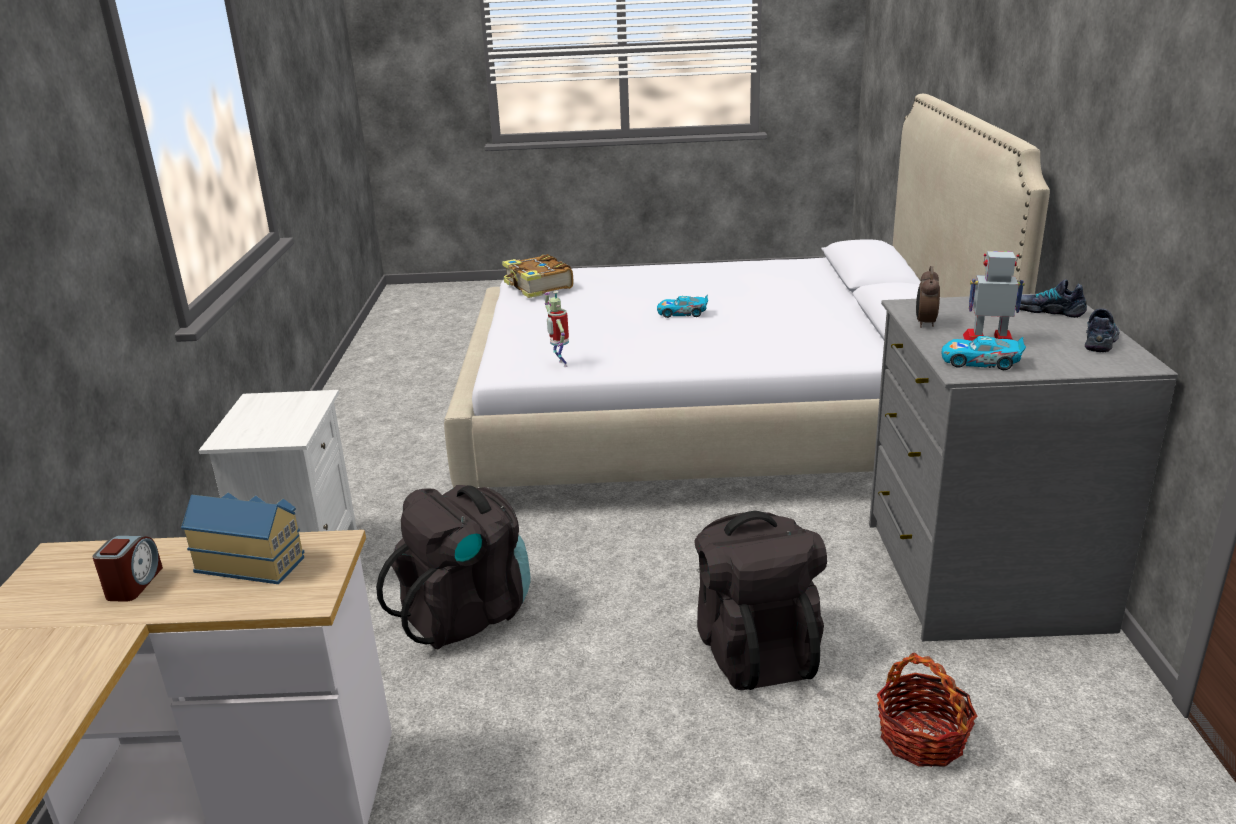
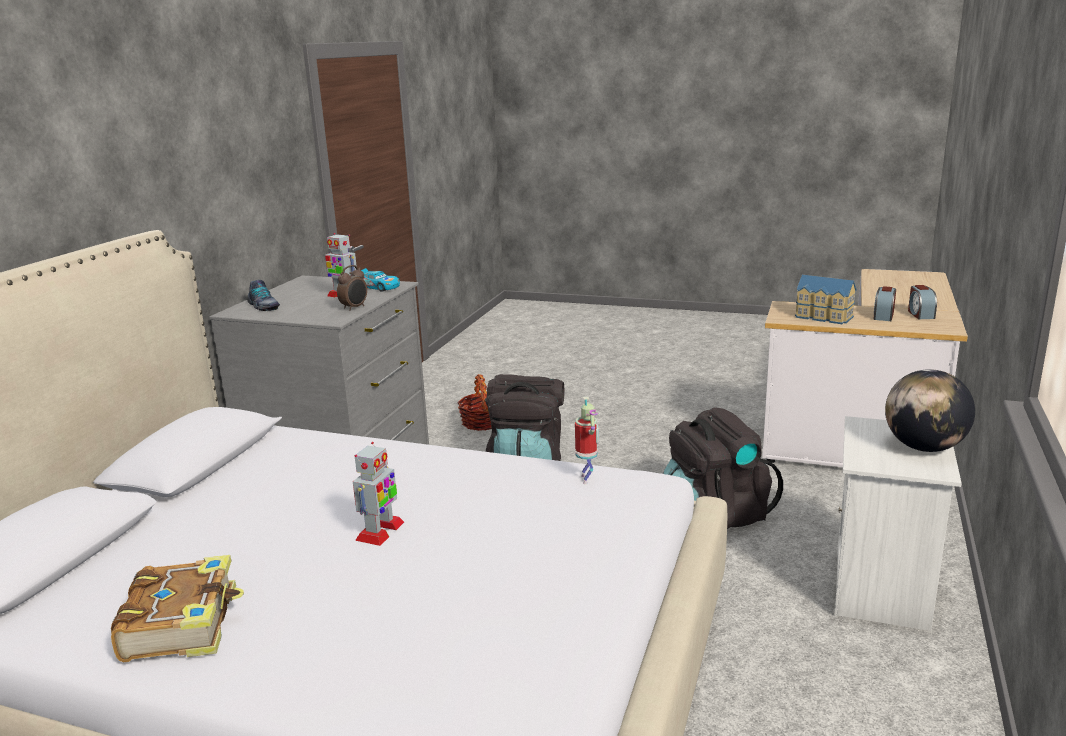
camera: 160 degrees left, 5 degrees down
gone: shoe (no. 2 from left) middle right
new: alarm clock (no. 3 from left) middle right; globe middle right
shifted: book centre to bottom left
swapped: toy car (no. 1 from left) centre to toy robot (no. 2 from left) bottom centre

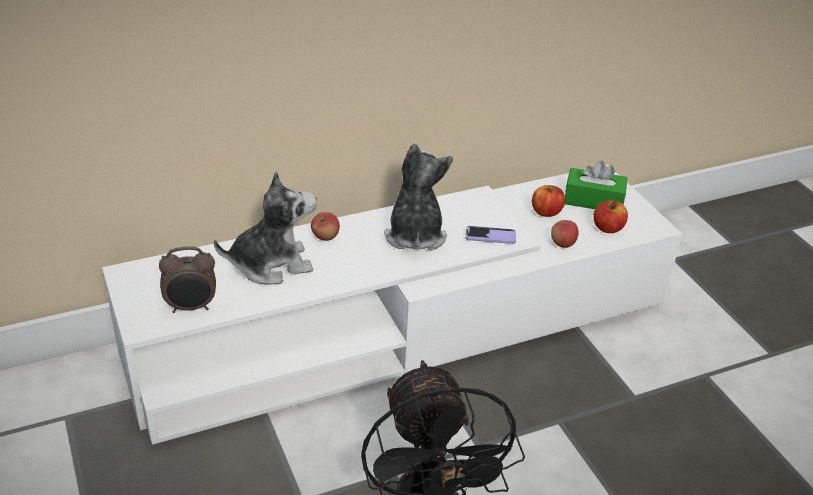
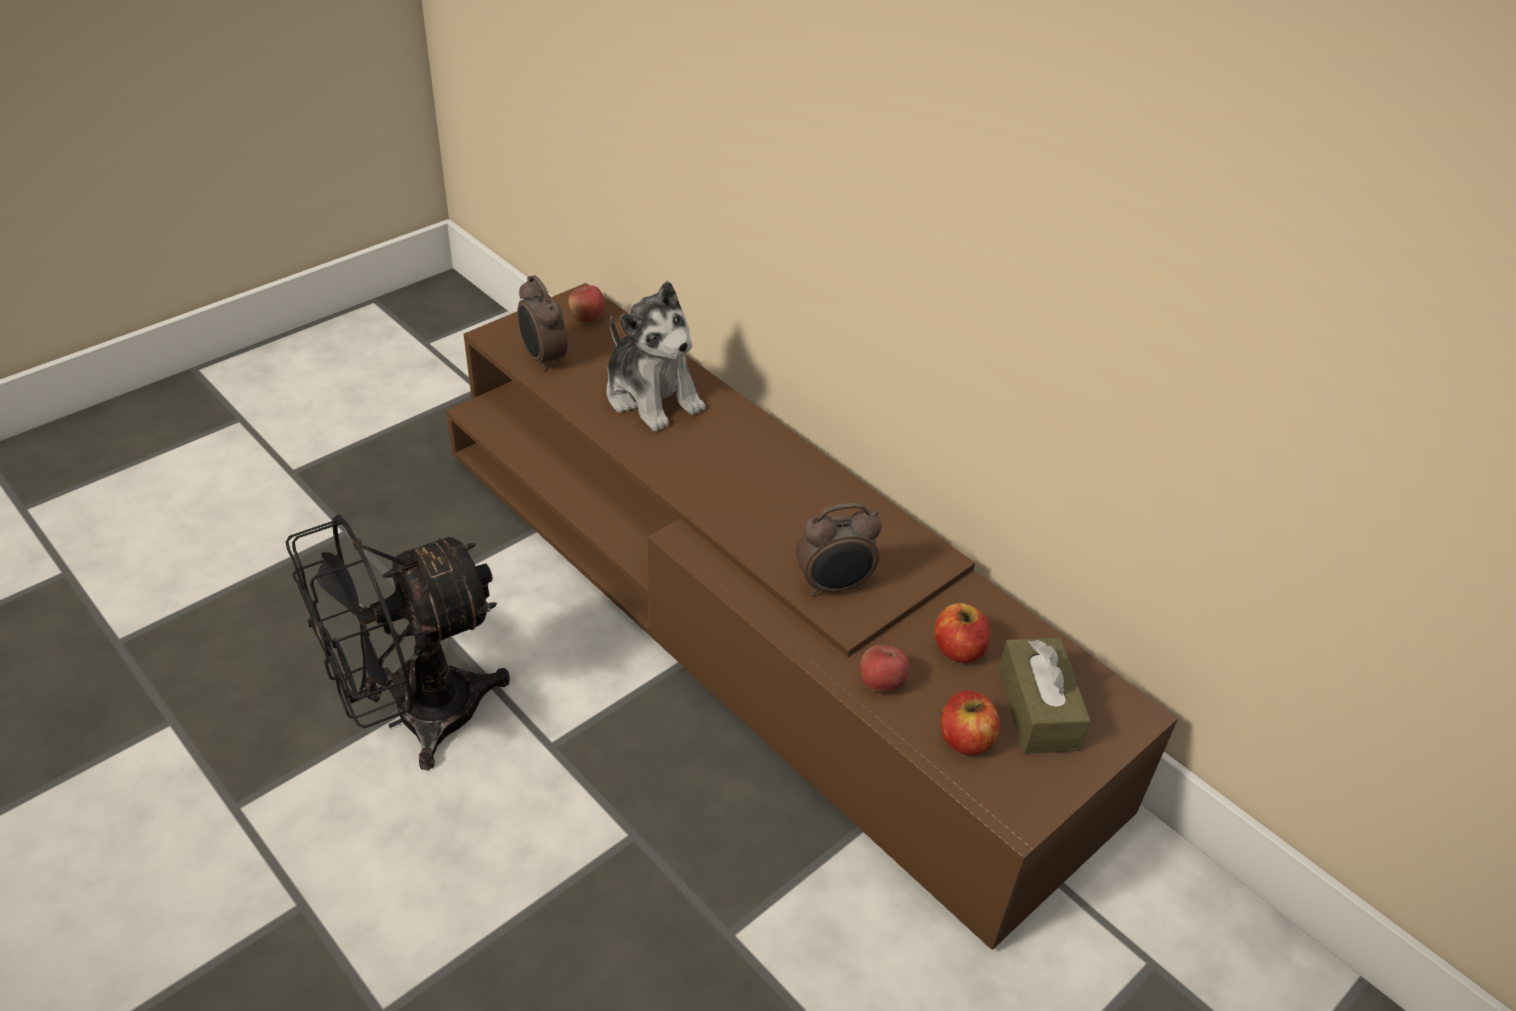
camera: 70 degrees right, 5 degrees up
gone: plush toy (no. 2 from left) centre
shifted: apple (no. 1 from left) centre to top centre
swapped: phone centre to alarm clock (no. 2 from left) centre
repainted: tissue box (green) middle right to tissue box (brown) bottom right; tv stand (white) centre to tv stand (brown) centre

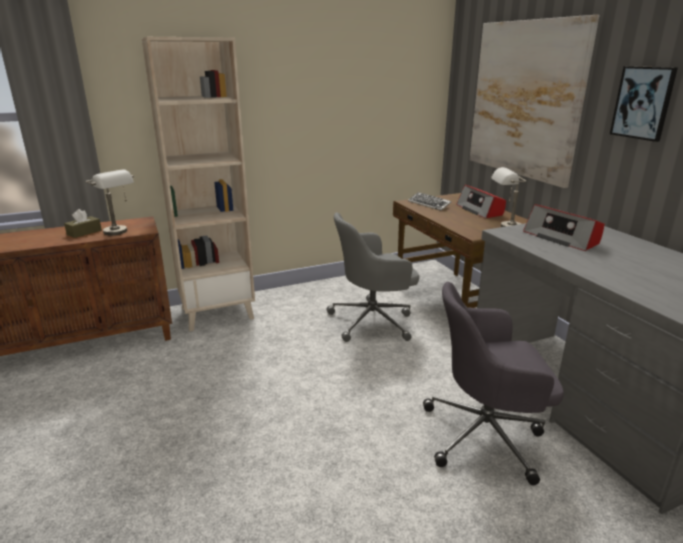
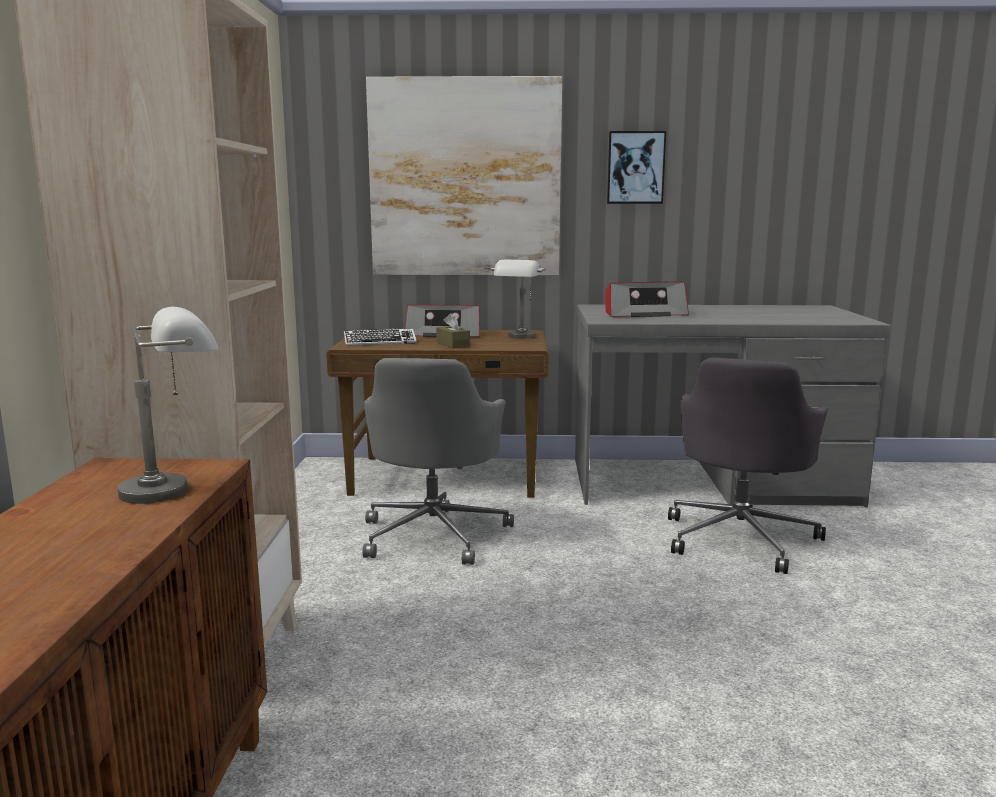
camera: 65 degrees left, 10 degrees down
shifted: tissue box (brown) middle left to centre

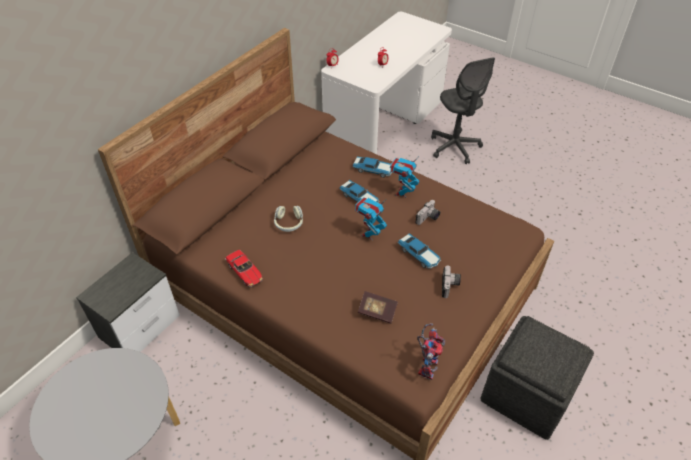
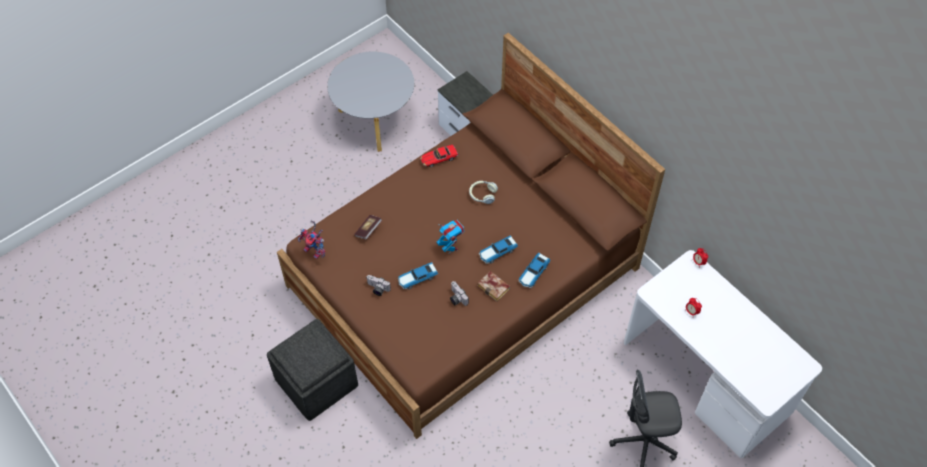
camera: 105 degrees right, 10 degrees up
swapped: toy robot (no. 2 from left) centre to book (no. 2 from left) centre

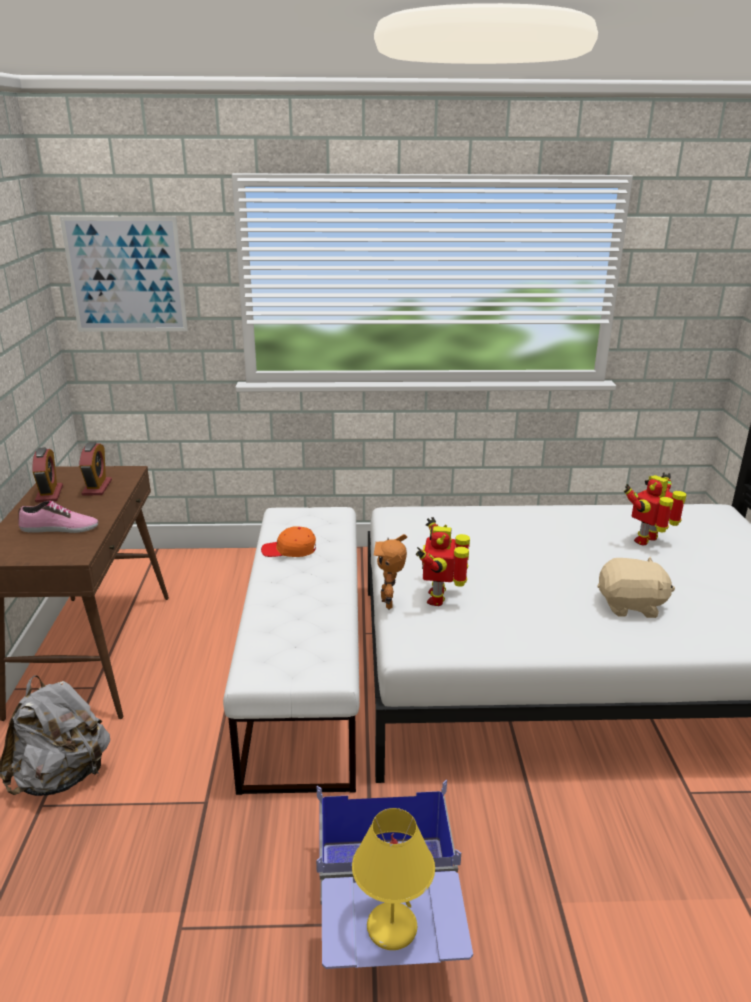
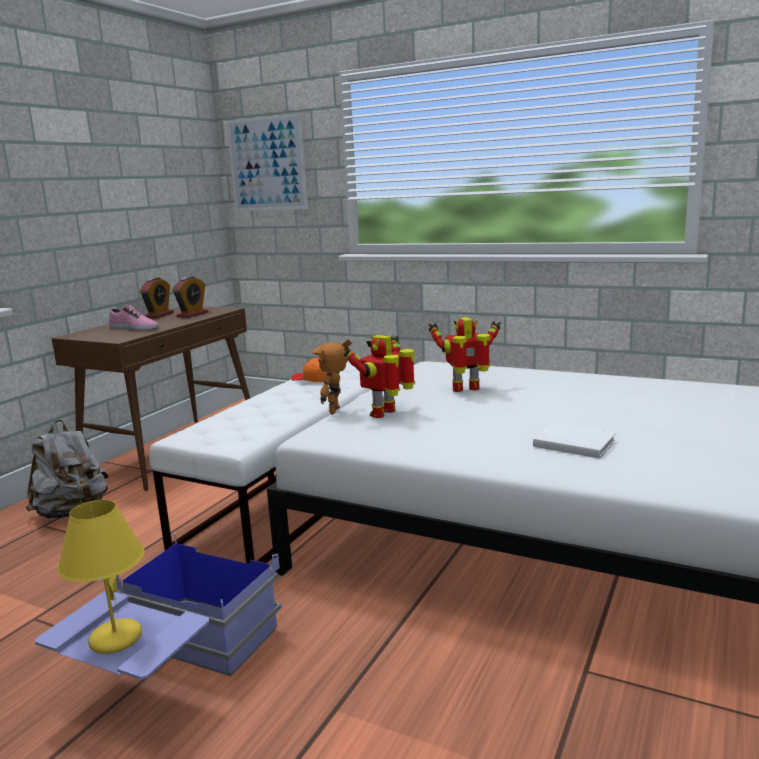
camera: 30 degrees right, 10 degrees down
shifted: toy robot (no. 3 from left) middle right to centre
swapped: plush toy (beige) middle right to book (white) middle right

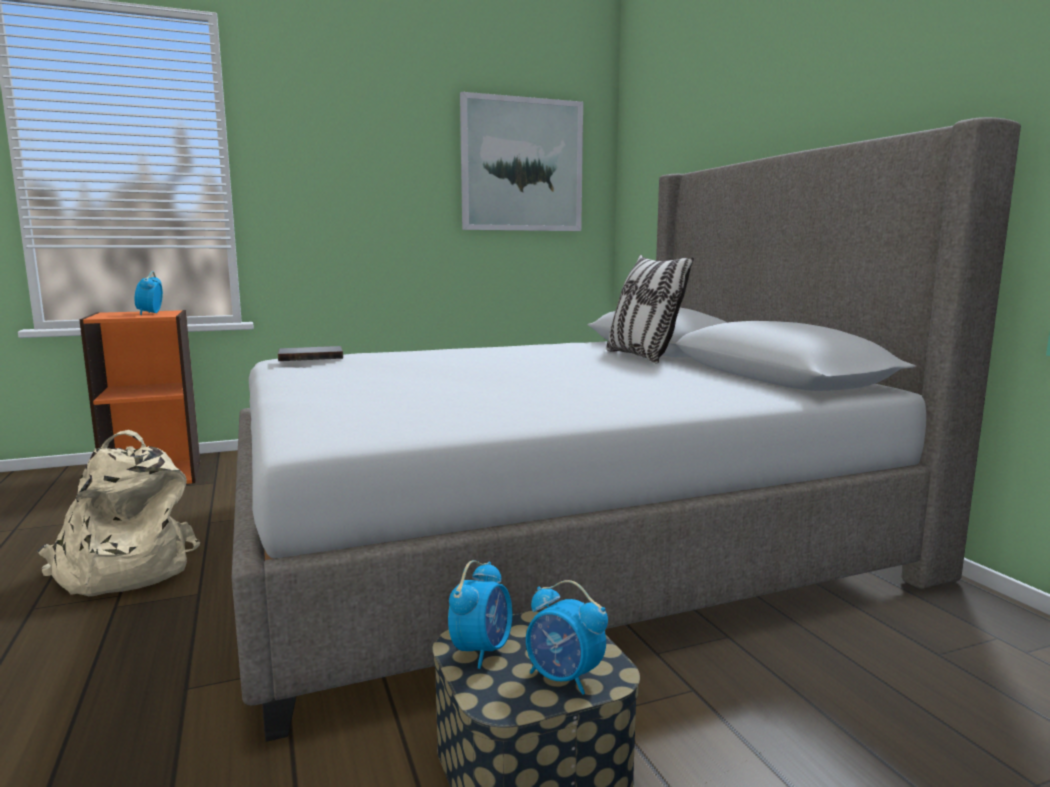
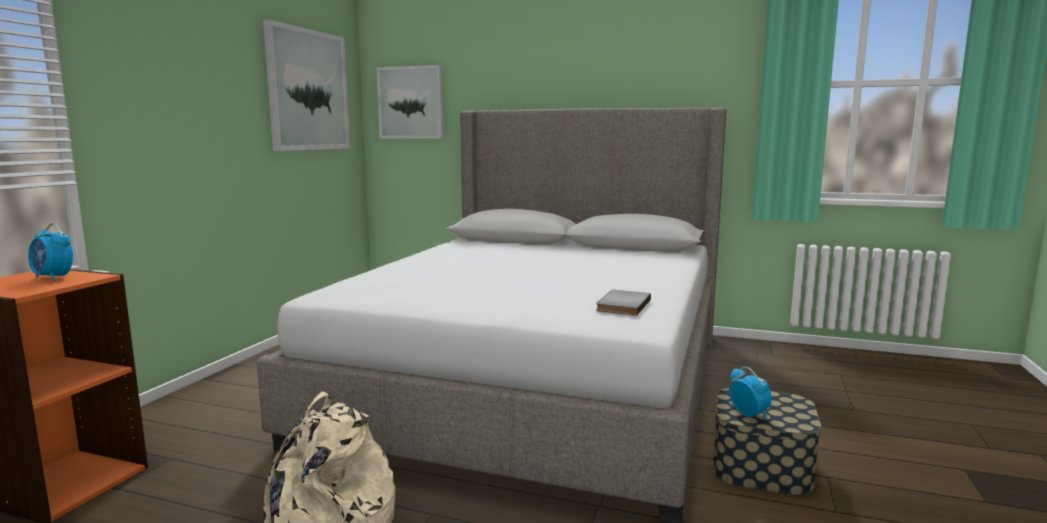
camera: 50 degrees left, 0 degrees up
gone: pillow centre; alarm clock (no. 3 from left) bottom centre
new: picture (no. 2 from left) top centre
shifted: book (grey) middle left to centre

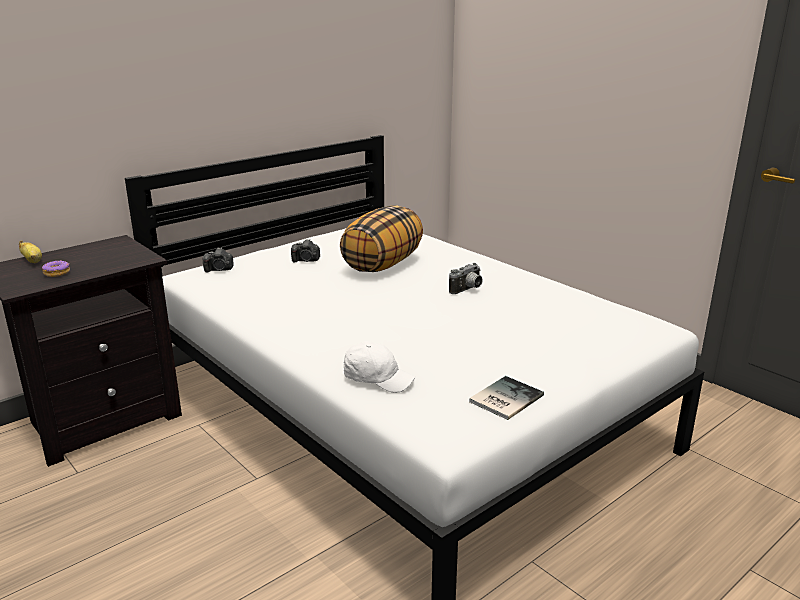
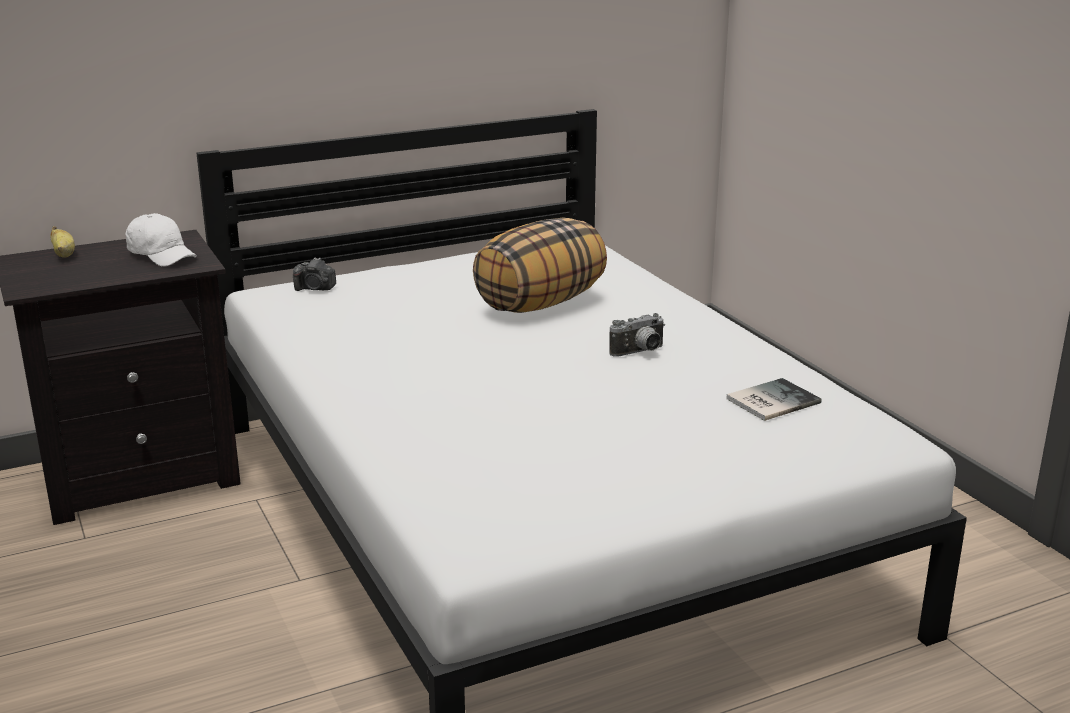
camera: 15 degrees right, 0 degrees up
gone: photo camera (no. 2 from left) centre; donut middle left
shifted: cap (white) centre to middle left; book centre to middle right

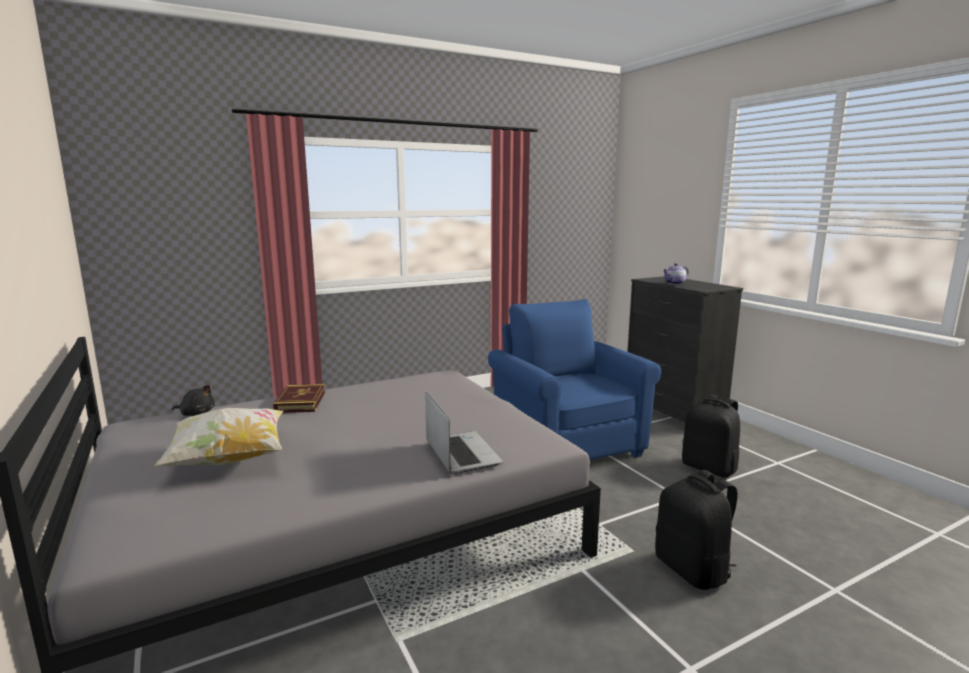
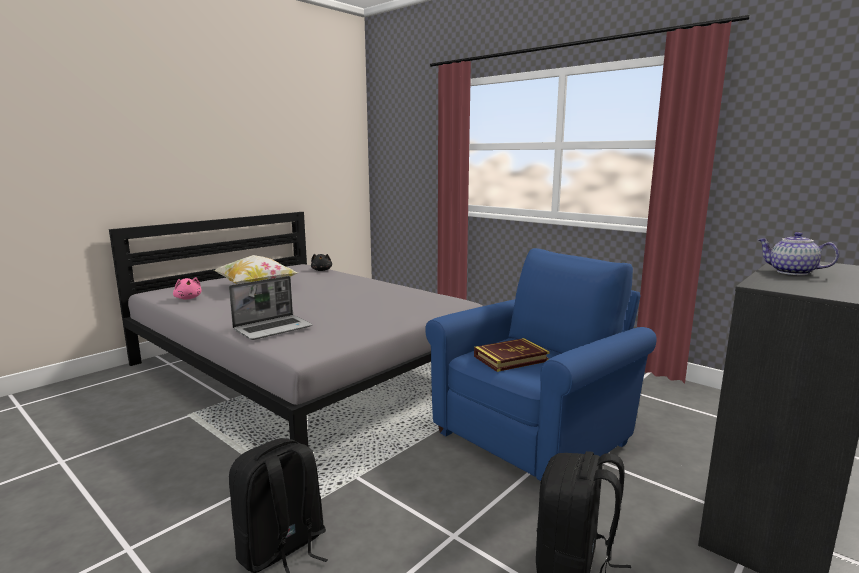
camera: 70 degrees right, 0 degrees up
new: plush toy (pink) middle left
shifted: book middle left to centre

